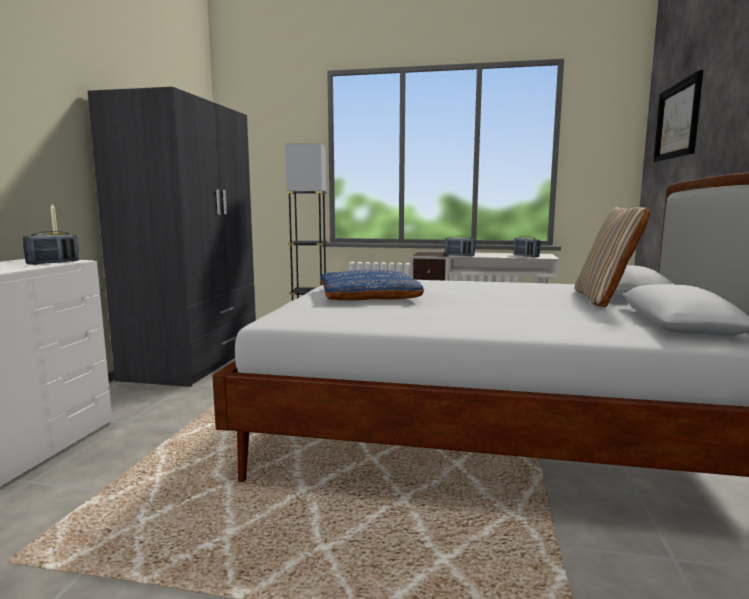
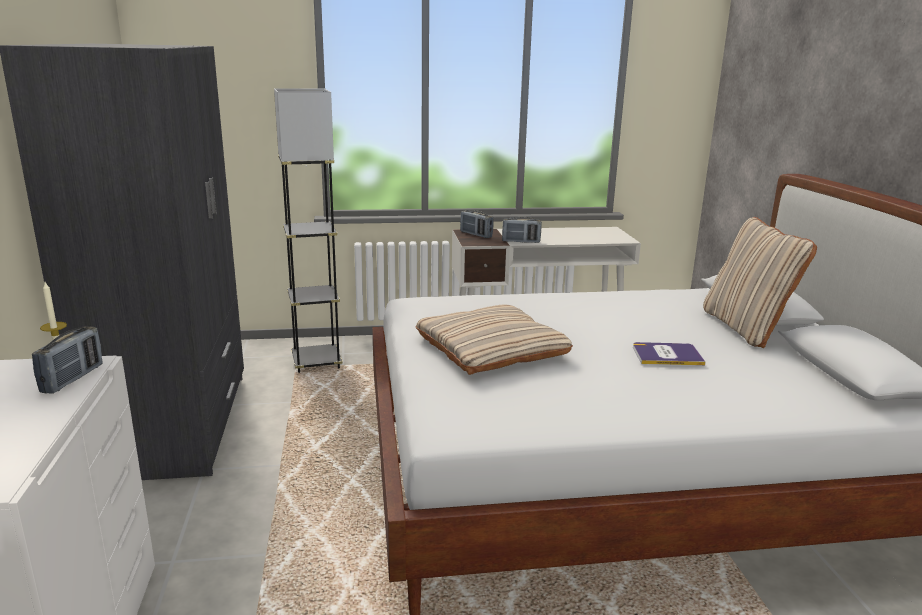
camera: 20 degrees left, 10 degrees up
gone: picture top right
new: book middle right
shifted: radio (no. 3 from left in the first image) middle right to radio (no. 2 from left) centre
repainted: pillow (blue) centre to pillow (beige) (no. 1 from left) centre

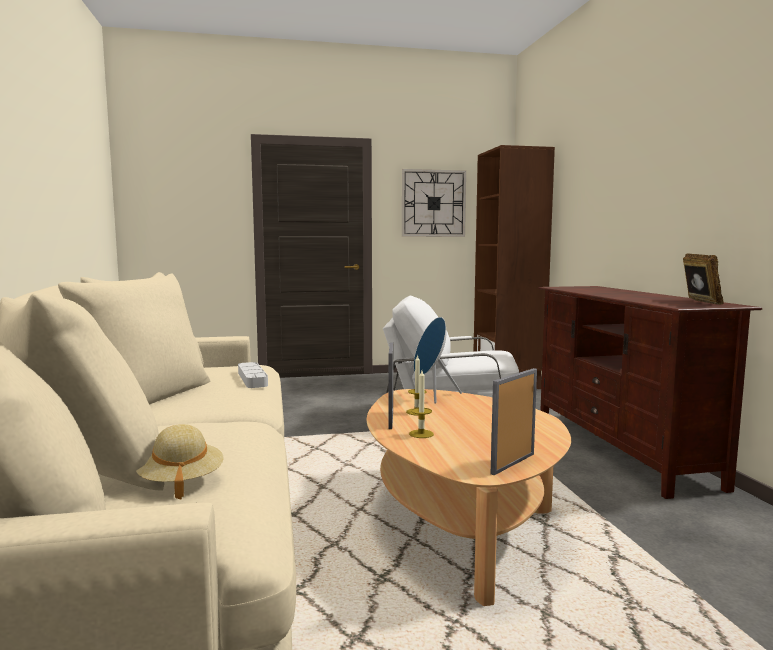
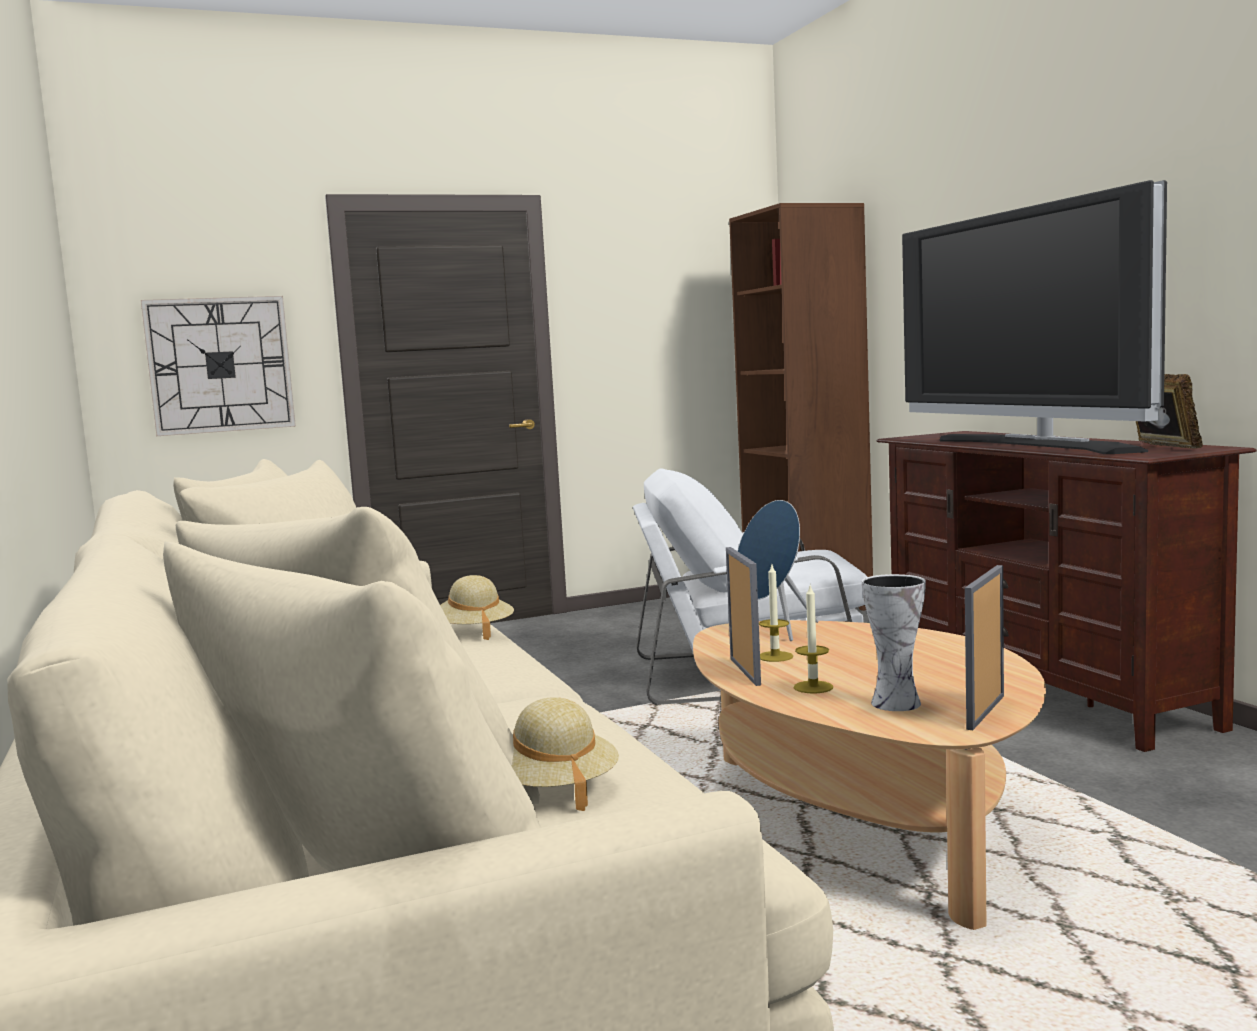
camera: 10 degrees left, 0 degrees up
new: television top right; vase middle right
shifted: wall clock top centre to middle left
swapped: tray (grey) middle left to hat (beige) (no. 1 from left) centre

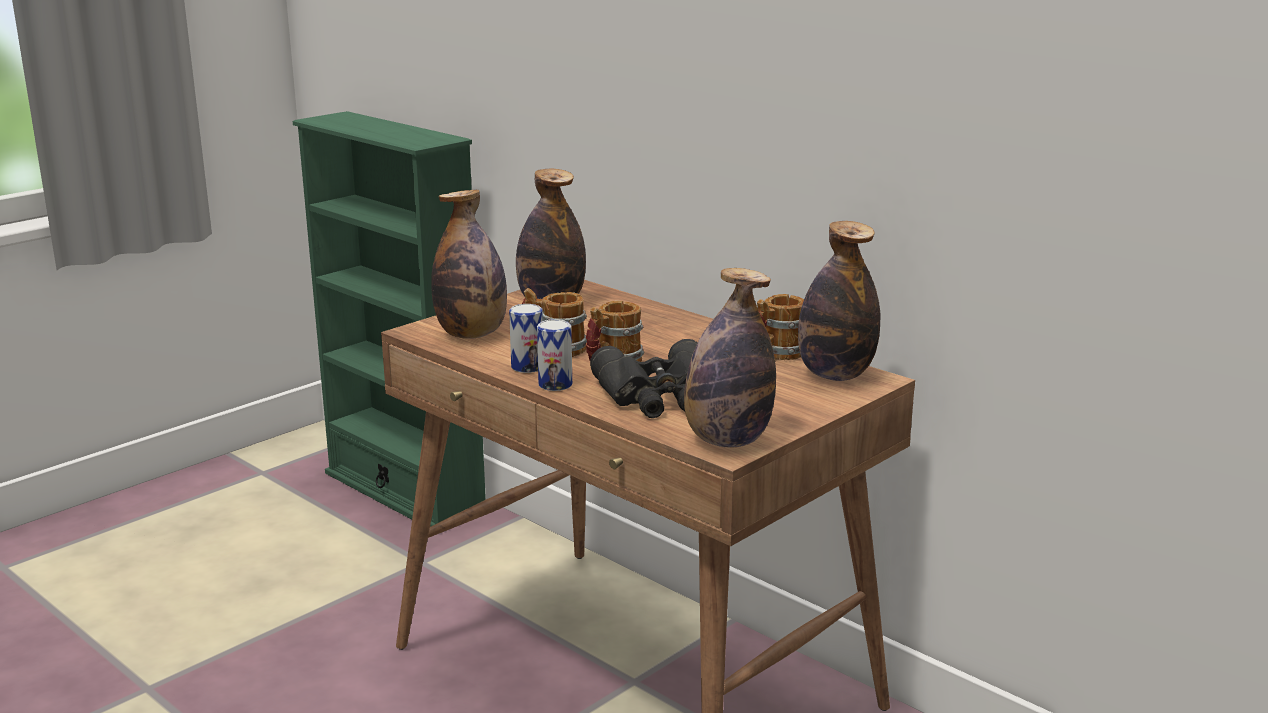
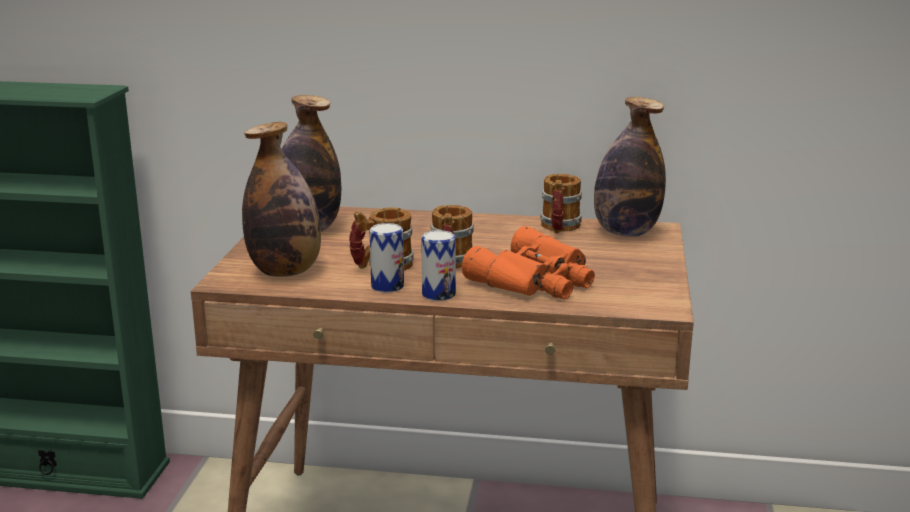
camera: 35 degrees left, 0 degrees up
gone: bottle (no. 3 from left) centre
repainted: binoculars (black) centre to binoculars (orange) centre

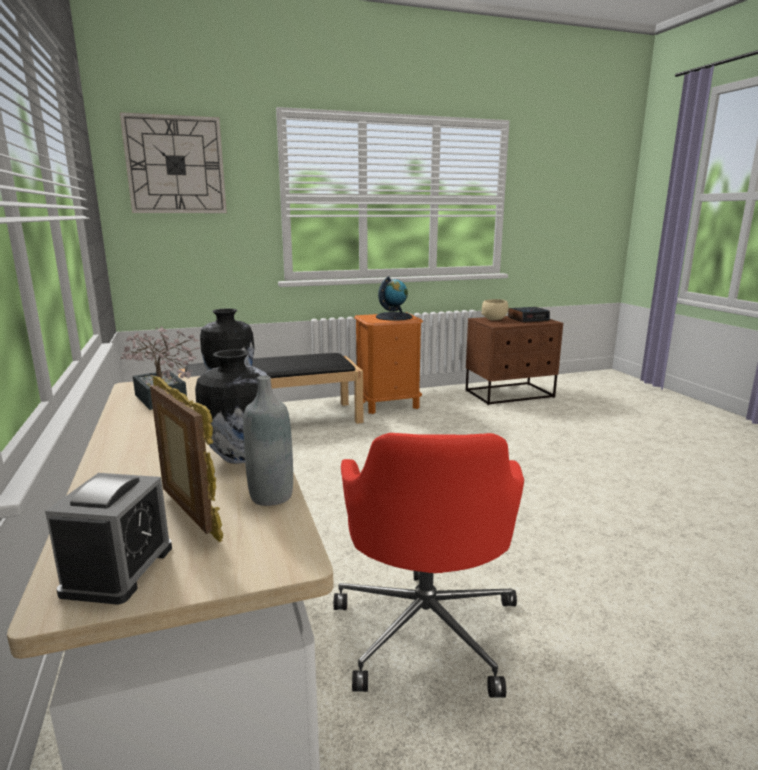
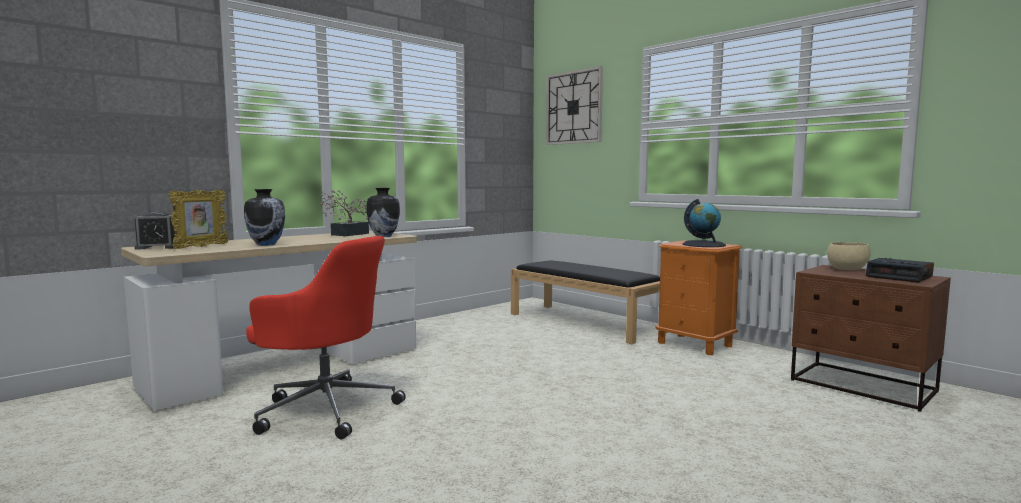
camera: 65 degrees right, 10 degrees down
gone: bottle (grey) centre
rotated: office chair (red) bottom centre = bottom left 135 degrees counterclockwise

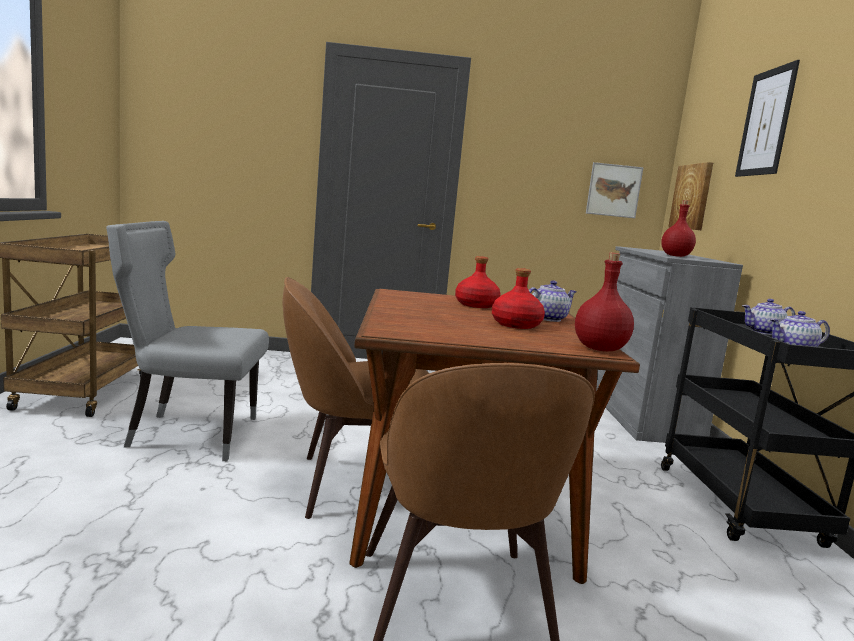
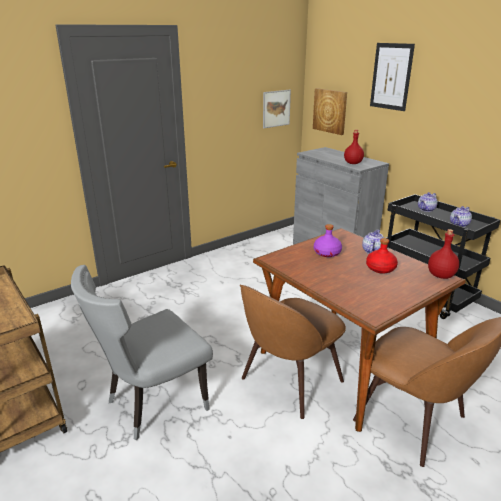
camera: 35 degrees left, 15 degrees up
repainted: bottle (red) (no. 1 from left) centre to bottle (purple) centre

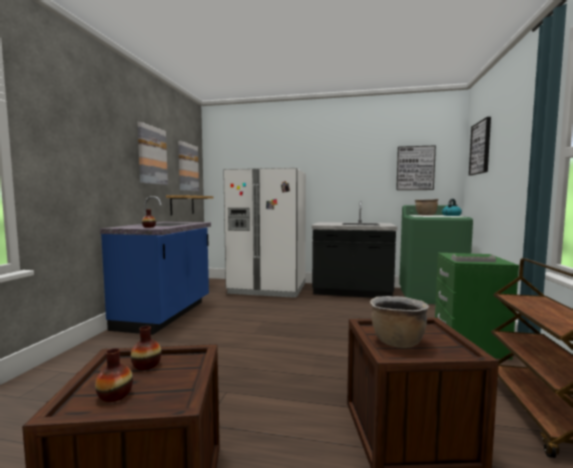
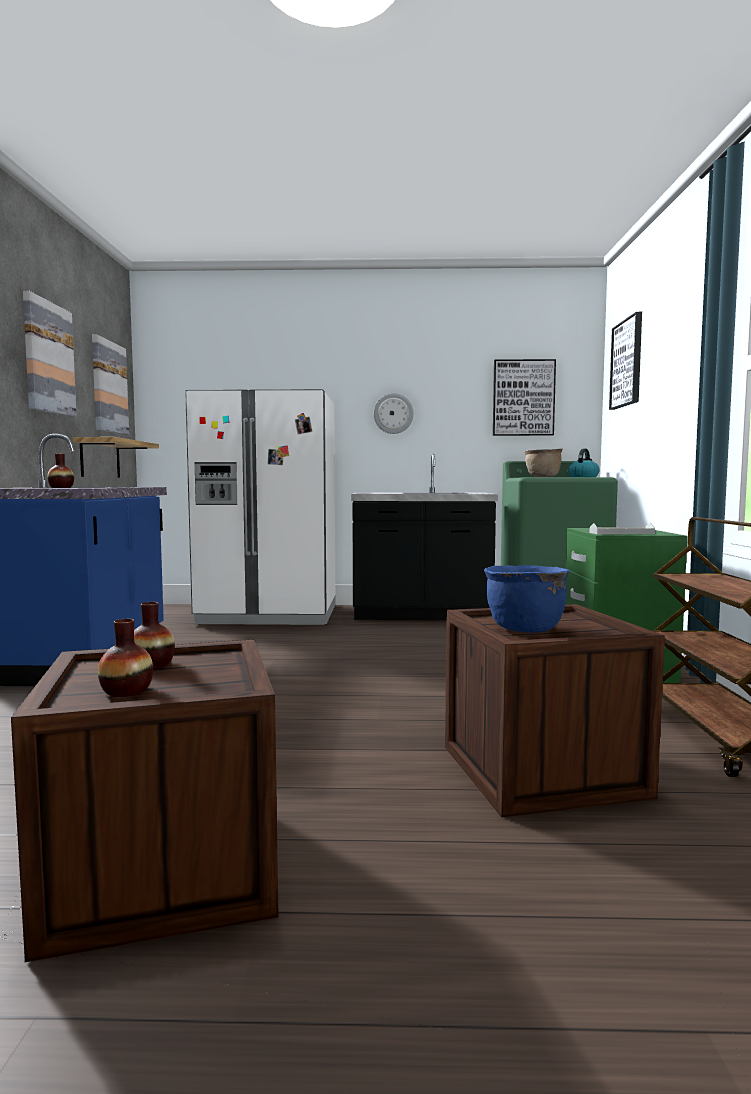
camera: 10 degrees left, 0 degrees up
new: wall clock centre
repainted: cooking pot (brown) (no. 1 from left) bottom right to cooking pot (blue) middle right

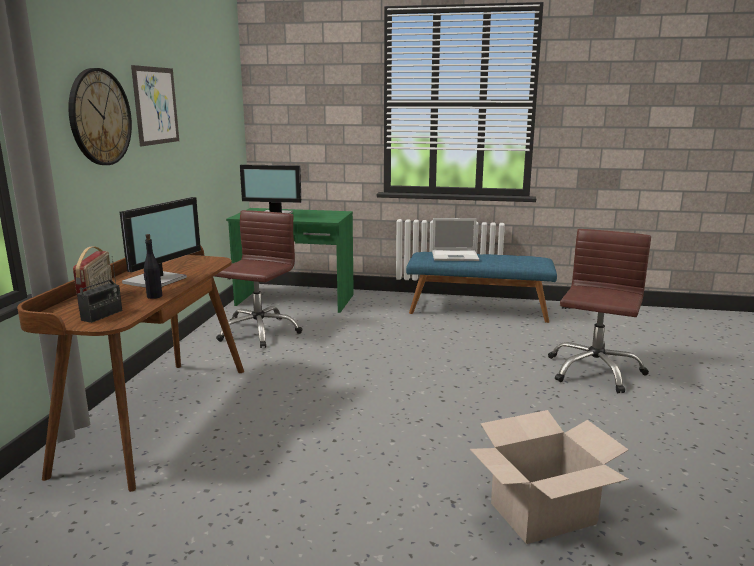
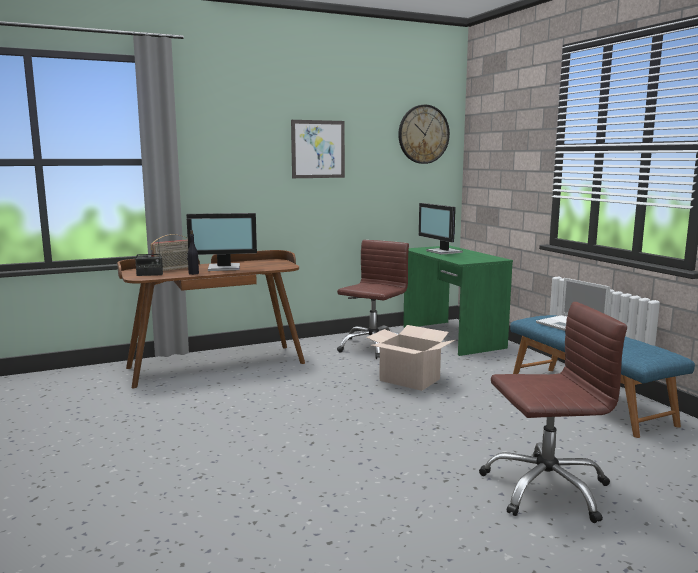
camera: 55 degrees right, 5 degrees down
shifted: wall clock top left to top centre; cardboard box bottom right to centre
rotated: office chair (brown) (no. 1 from left) centre = centre 45 degrees counterclockwise

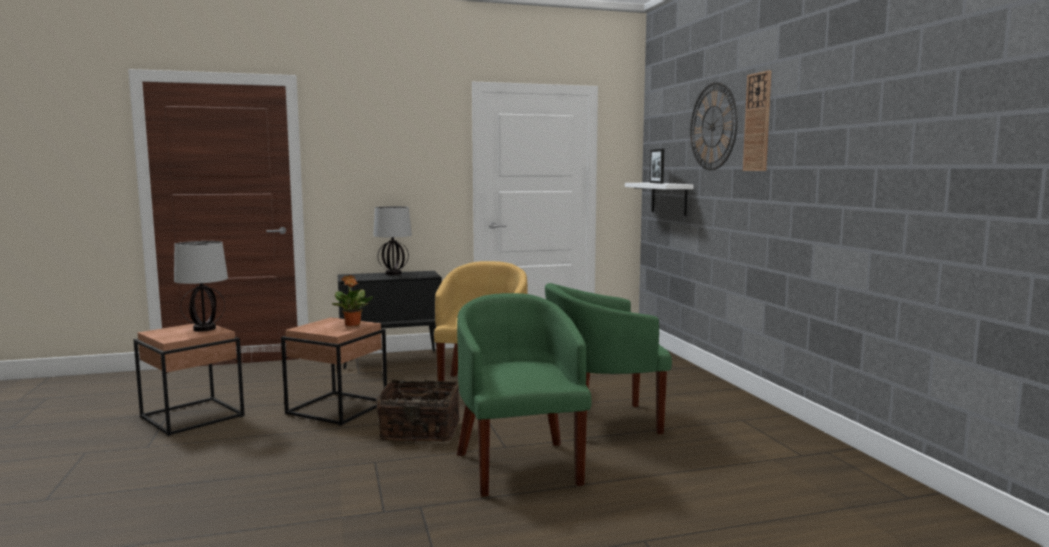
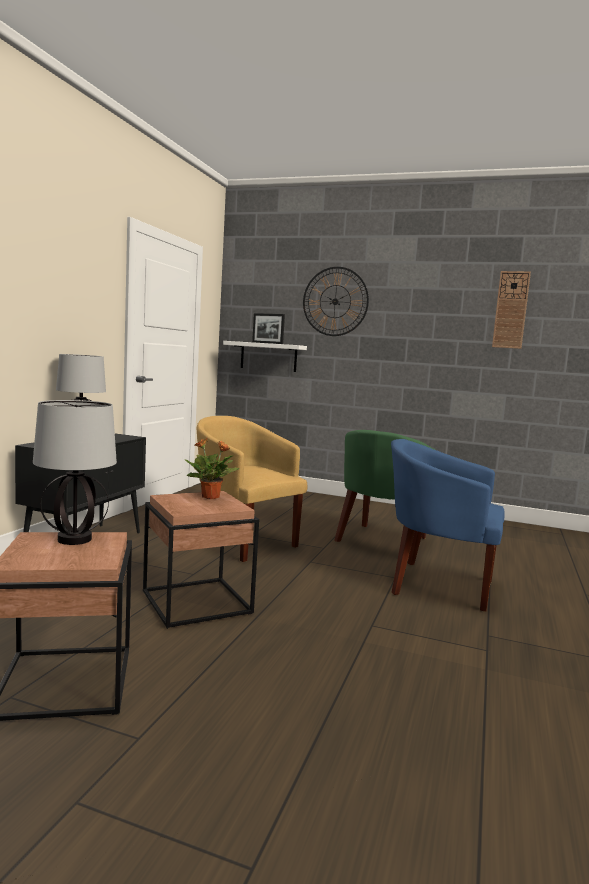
camera: 55 degrees left, 0 degrees up
gone: basket bottom centre
shifted: wall clock (no. 2 from left) top right to middle right
repainted: armchair (green) (no. 1 from left) bottom centre to armchair (blue) middle right

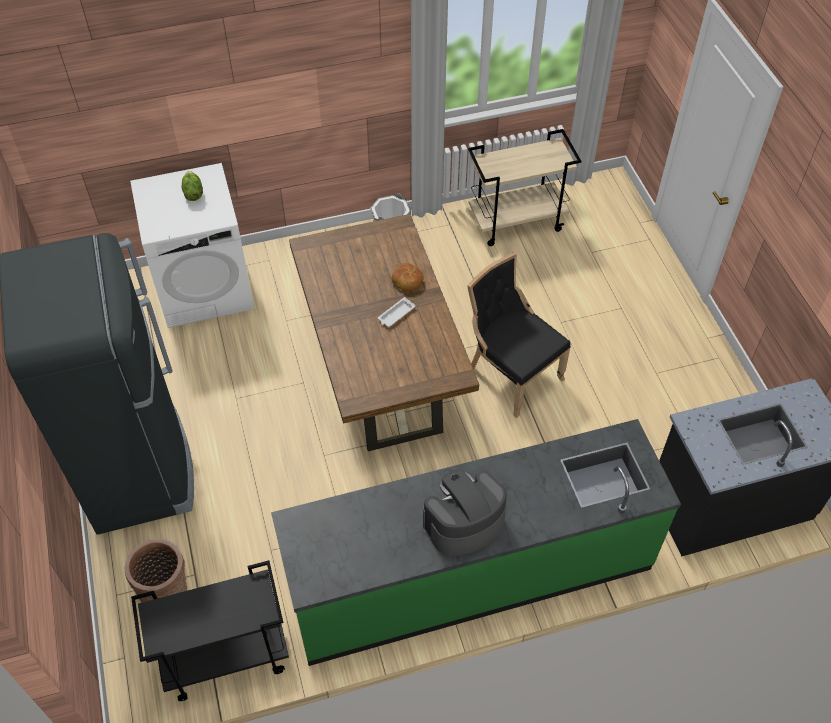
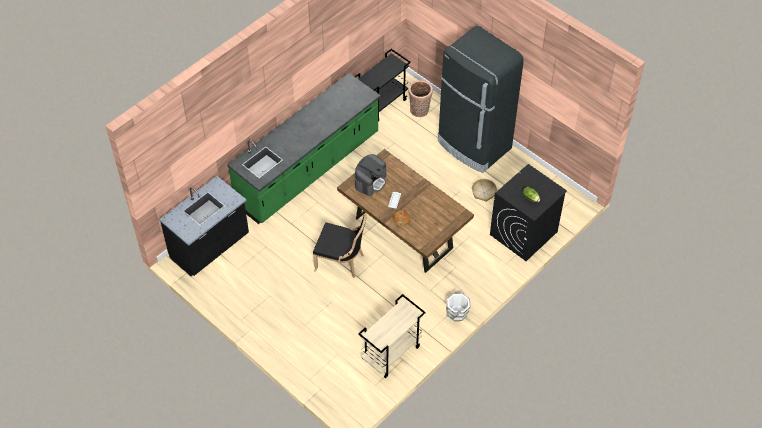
camera: 150 degrees right, 0 degrees up
new: basket (no. 2 from left) centre
shifted: coffee machine bottom centre to centre
repainted: washing machine (white) middle left to washing machine (black) middle right

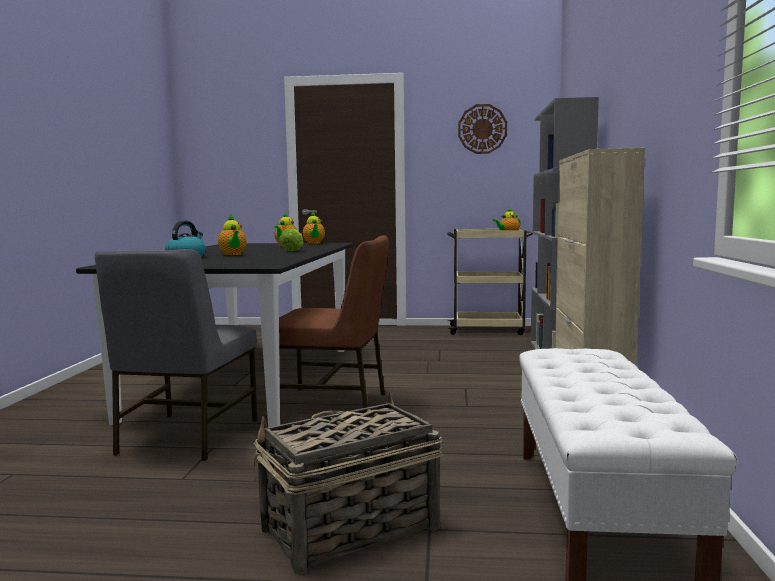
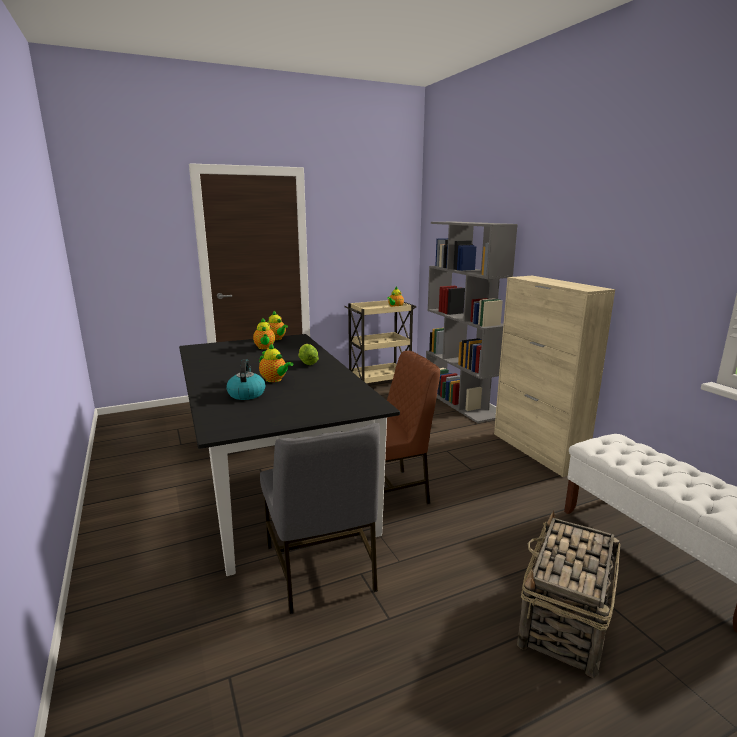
camera: 30 degrees left, 10 degrees up
gone: wall clock top centre

